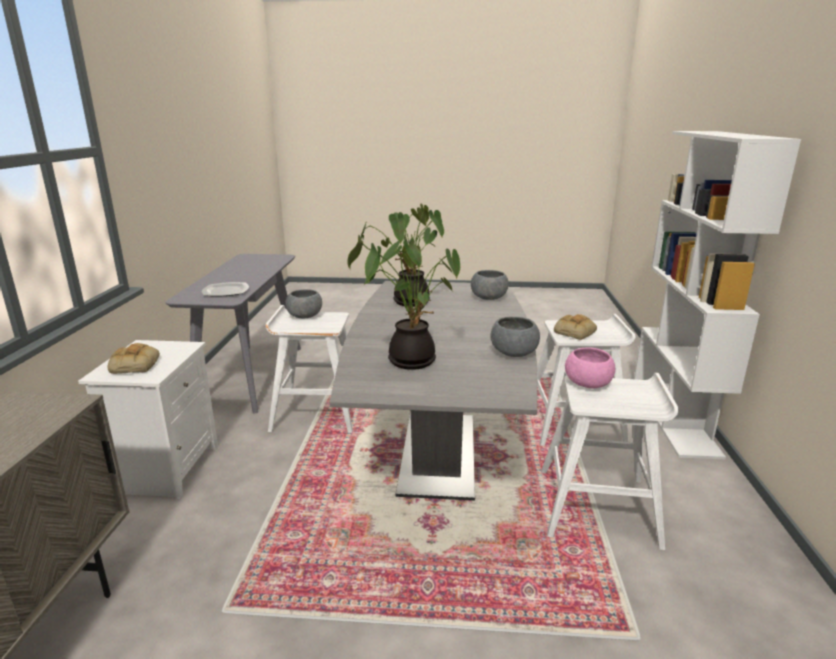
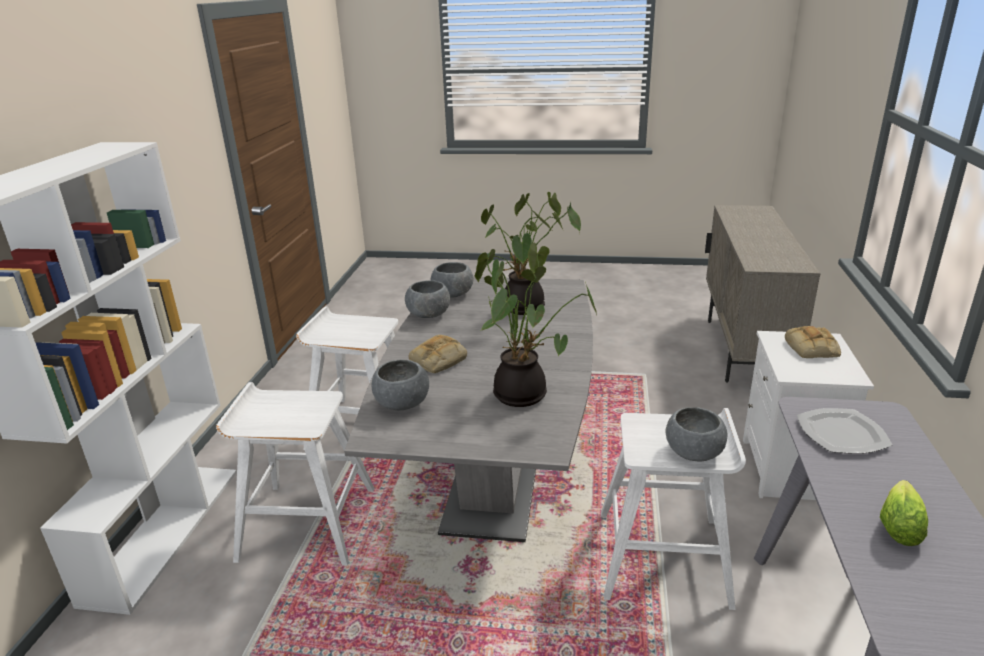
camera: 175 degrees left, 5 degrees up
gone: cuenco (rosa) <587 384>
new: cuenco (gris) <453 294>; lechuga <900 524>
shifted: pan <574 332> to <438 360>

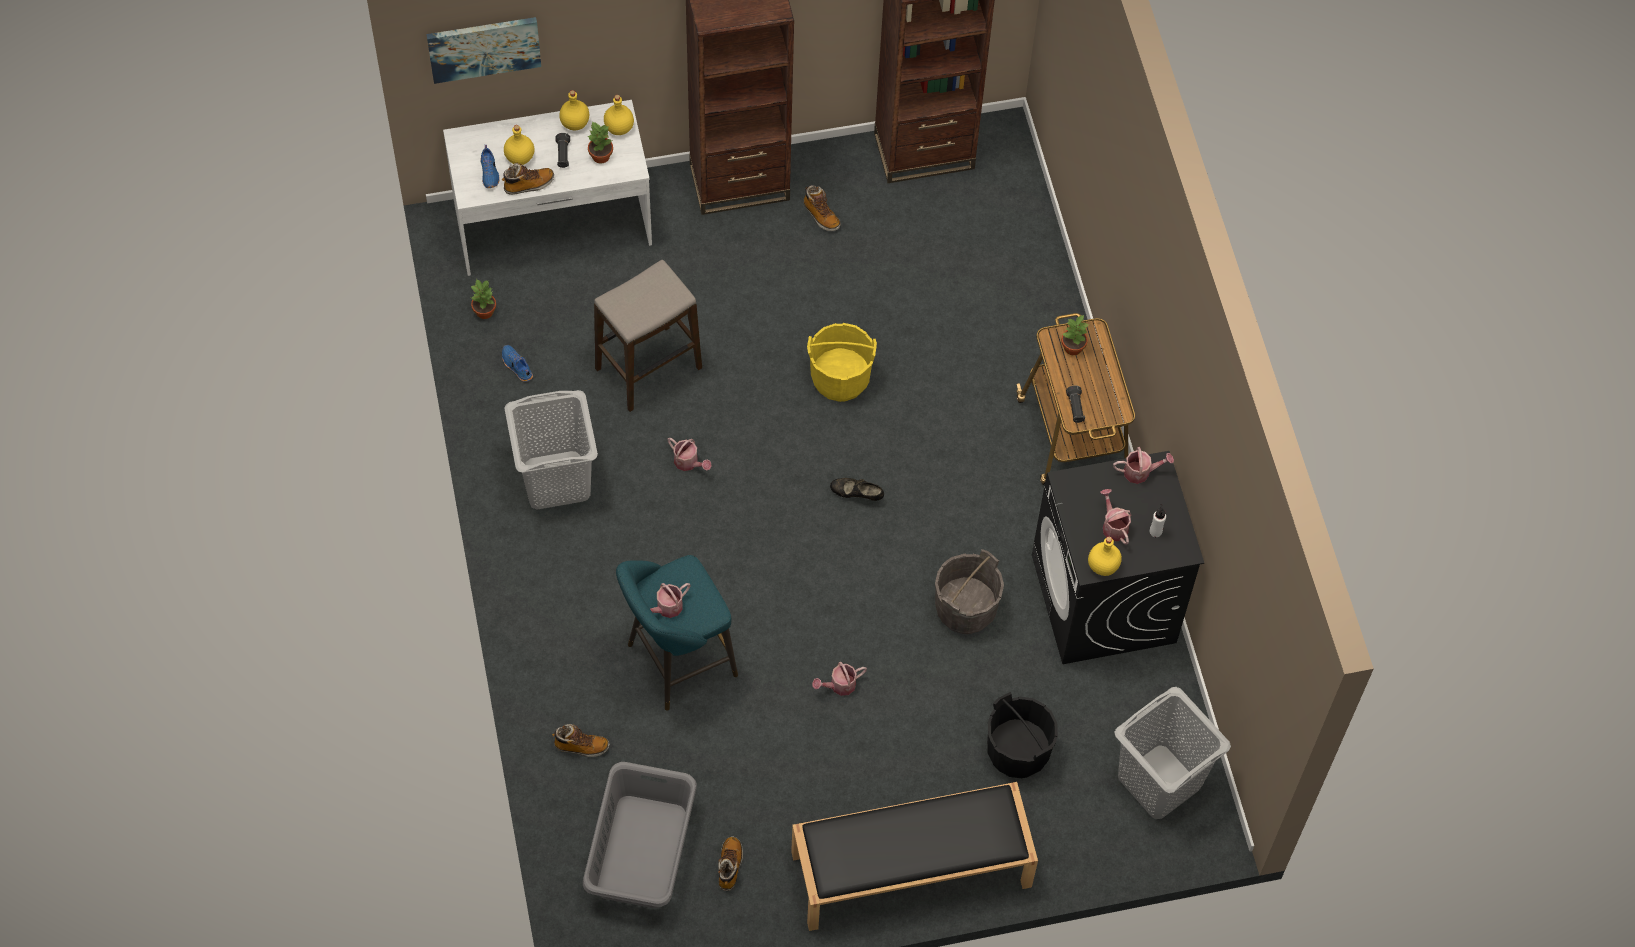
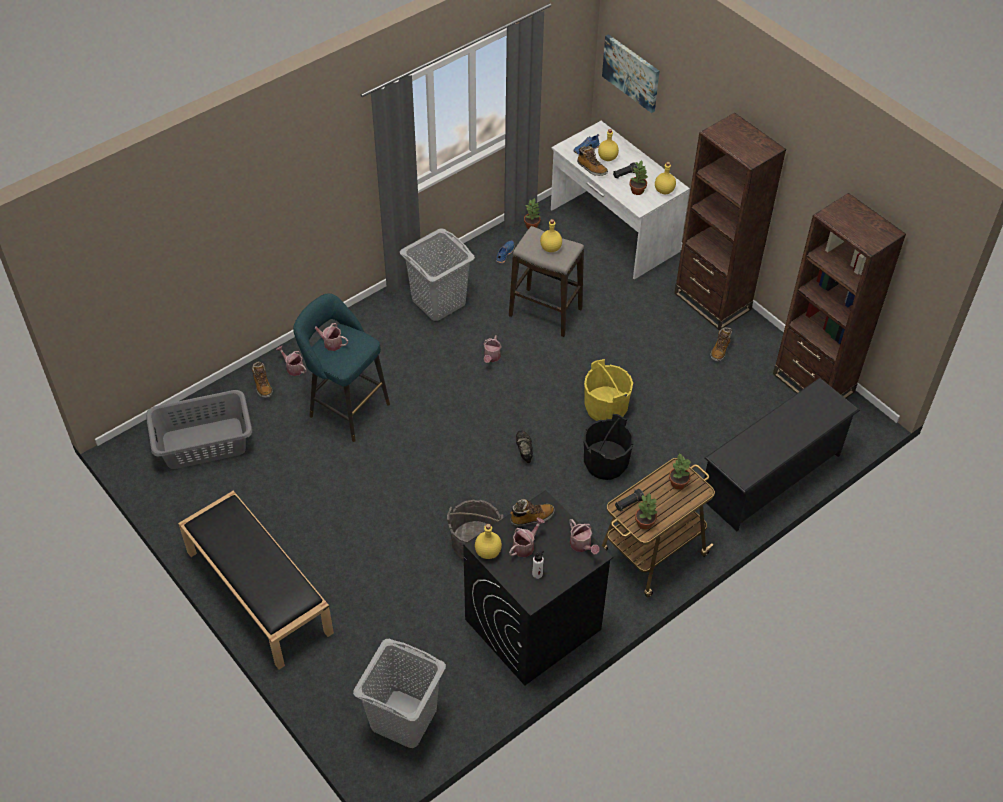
camera: 65 degrees right, 10 degrees down
new: zapatero (negro) <771 477>; planta en maceta <645 523>
shifted: botella (amarillo) <574 123> to <550 248>; regadera <839 686> to <293 368>; cubo (negro) <1018 751> to <605 463>; bota <730 866> to <532 518>

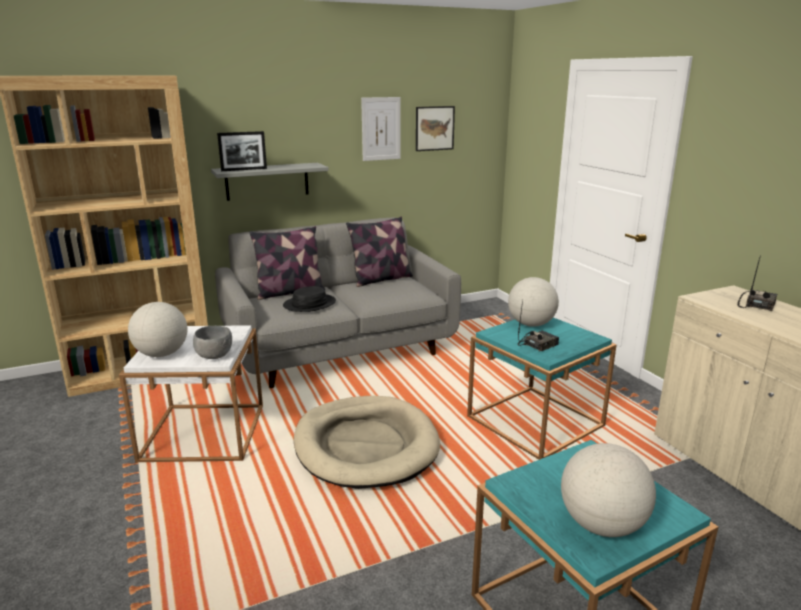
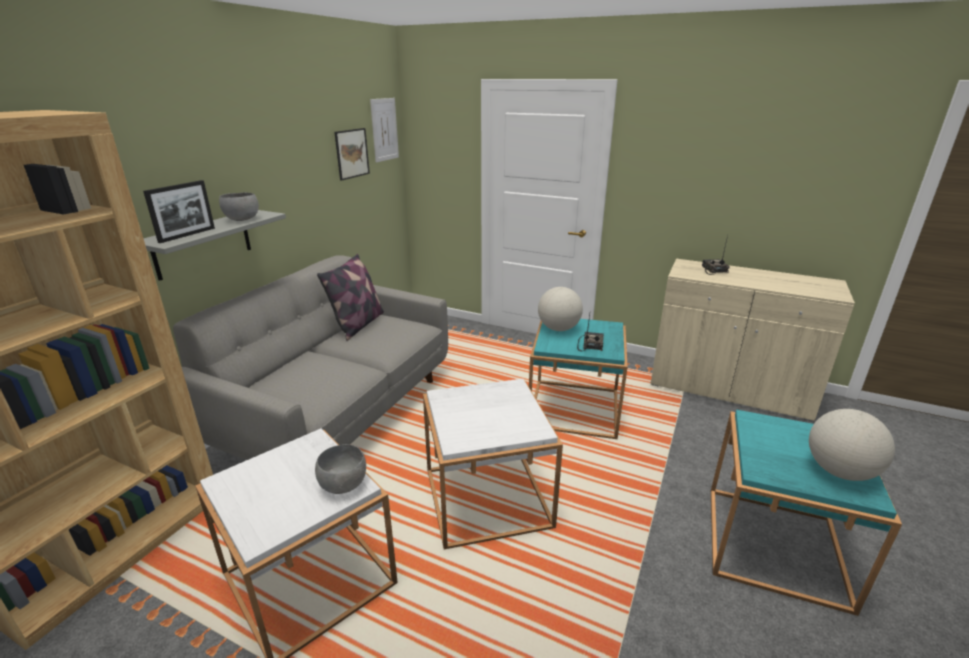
camera: 40 degrees left, 5 degrees up
gone: cojín <290 292>; sombrero (negro) <310 304>; globo terráqueo <162 354>
new: cuenco (gris) <241 220>
shifted: cuadro <381 129> to <384 129>
swapped: cama para perro (beis) <365 445> to mesa auxiliar (blanco) <487 497>

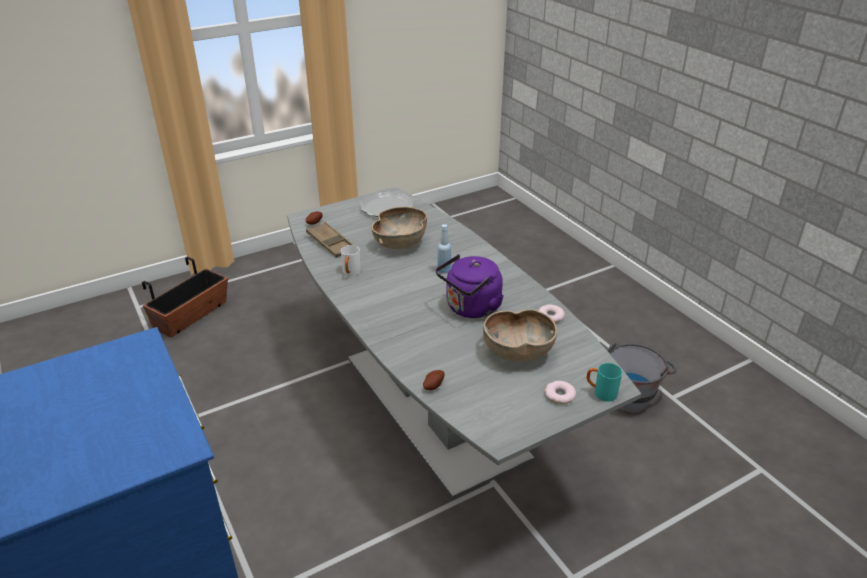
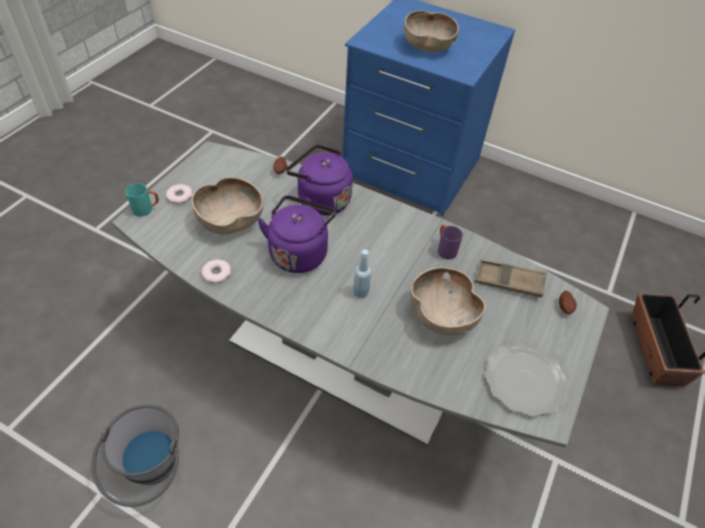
camera: 145 degrees right, 15 degrees up
new: cuenco (marrón) <428 46>; hervidor (morado) <320 200>
repainted: taza grande (blanco) <350 273> to taza grande (morado) <445 249>

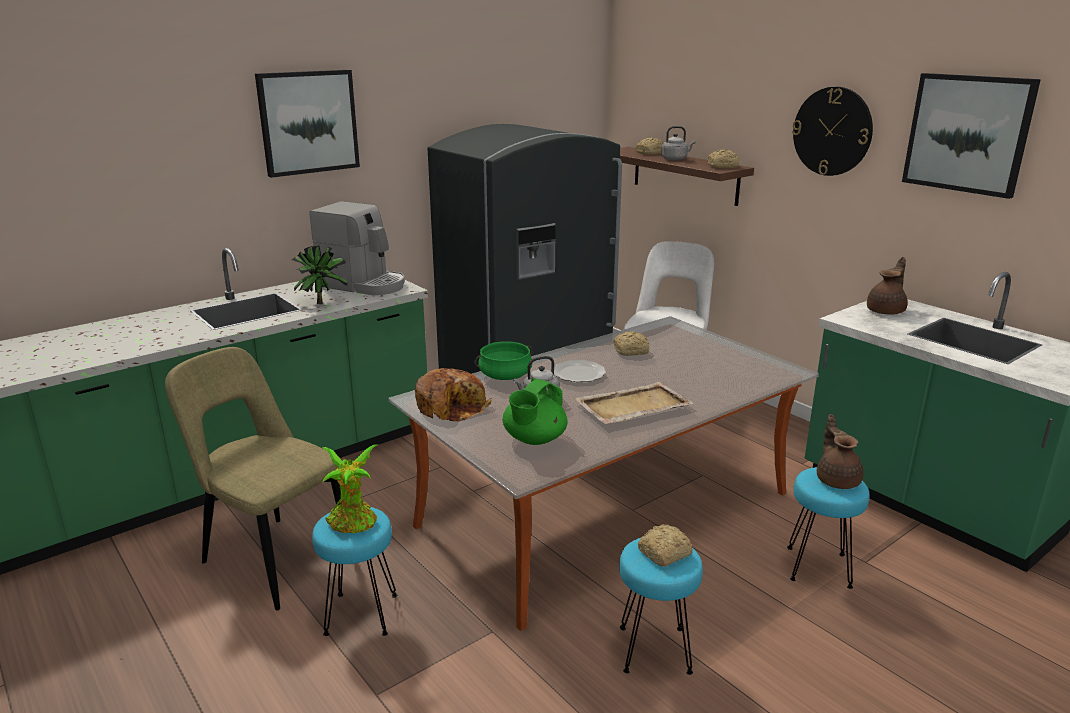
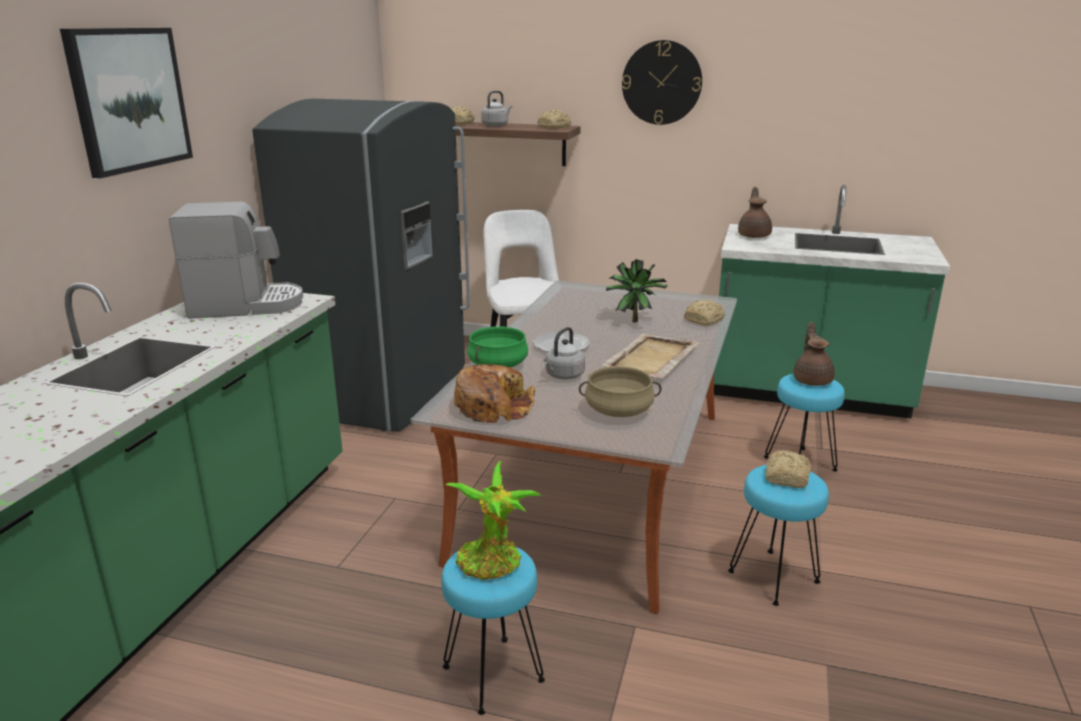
camera: 35 degrees left, 0 degrees up
gone: cuadro <968 133>; silla (beis) <273 558>
shifted: planta en maceta <322 302> to <633 320>; pan <632 351> to <704 320>
swapped: tetera (verde) <534 439> to olla (beis) <618 411>
rotated: tetera (marrón) <837 479> = <812 380> 45 degrees clockwise

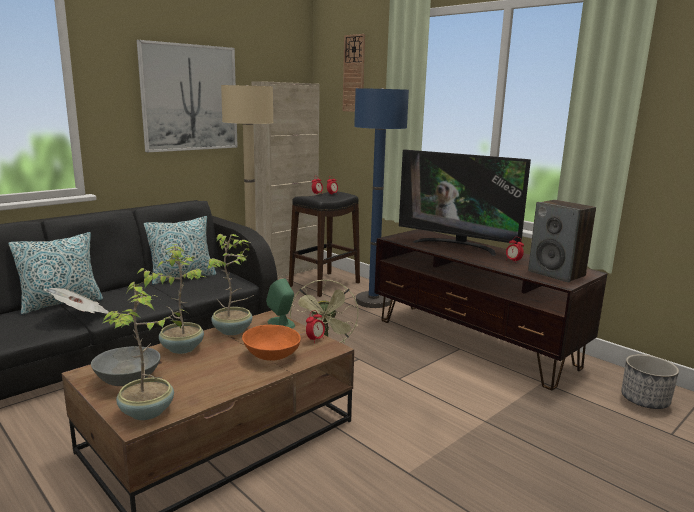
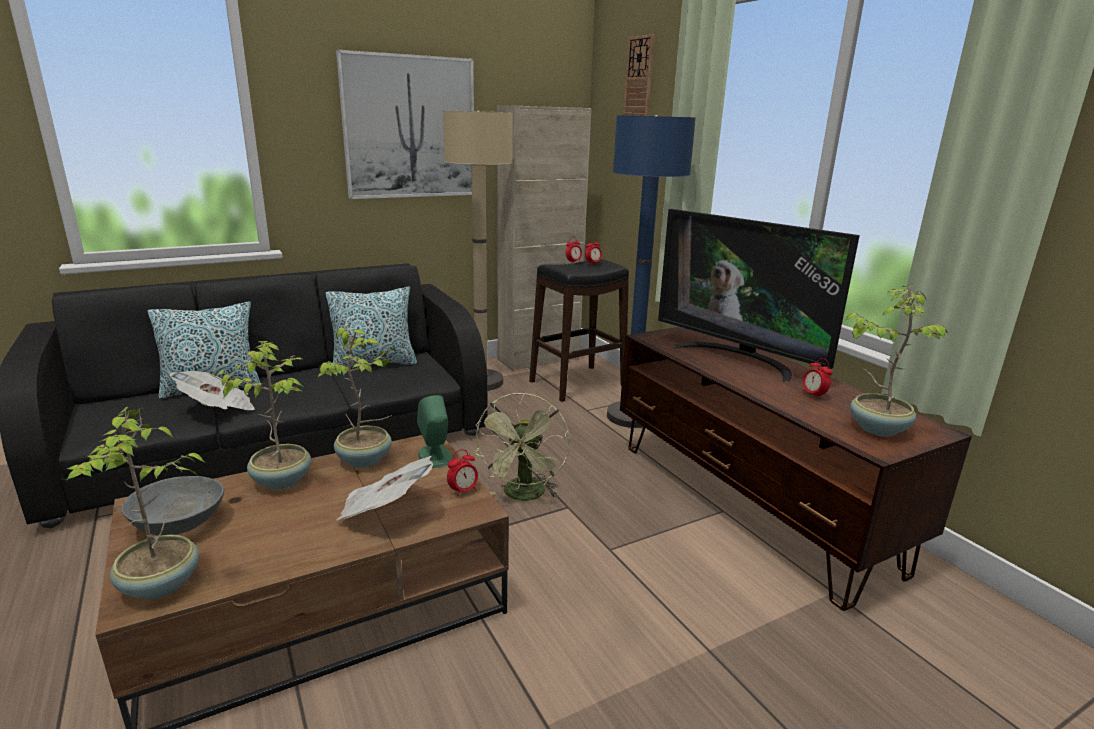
camera: 15 degrees right, 5 degrees up
gone: maceta <645 400>
swapped: altavoz <557 273> to planta en maceta <877 428>; cuenco (naranja) <271 355> to periódico <385 510>

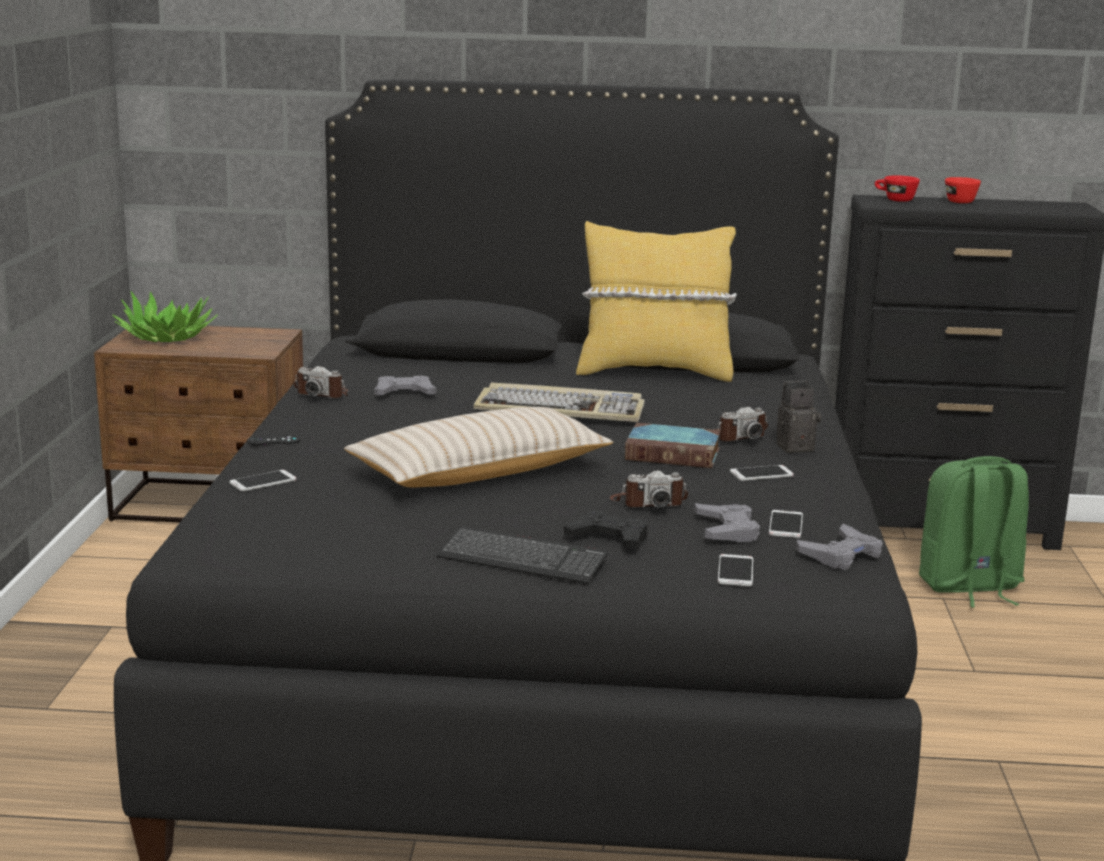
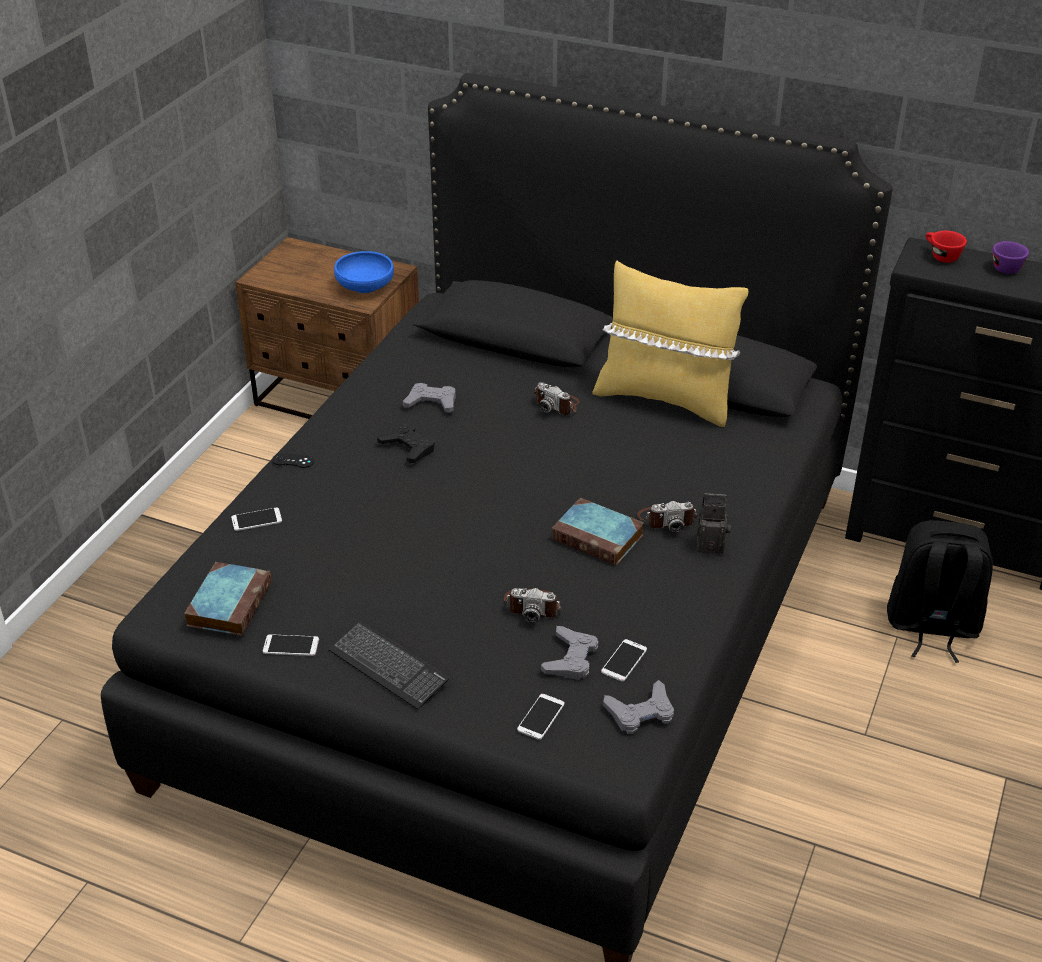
camera: 20 degrees right, 20 degrees up
gone: planta en maceta <166 337>; teclado <561 410>; cojín (beis) <479 473>
new: cuenco (azul) <365 286>; libro <229 602>
shifted: cámara <323 394> to <557 404>; móvil <761 474> to <291 646>; mando de consola (negro) <608 538> to <408 448>
repainted: taza (rojo) <957 201> to taza (morado) <1004 266>; mochila (verde) <969 587> to mochila (negro) <931 627>

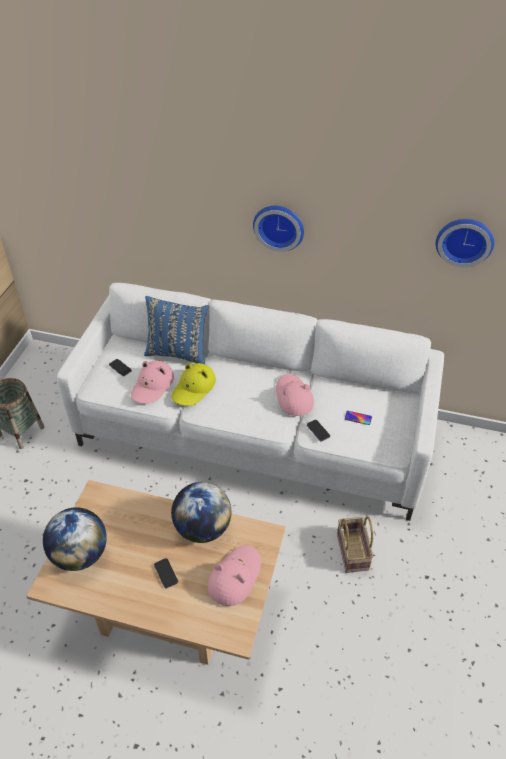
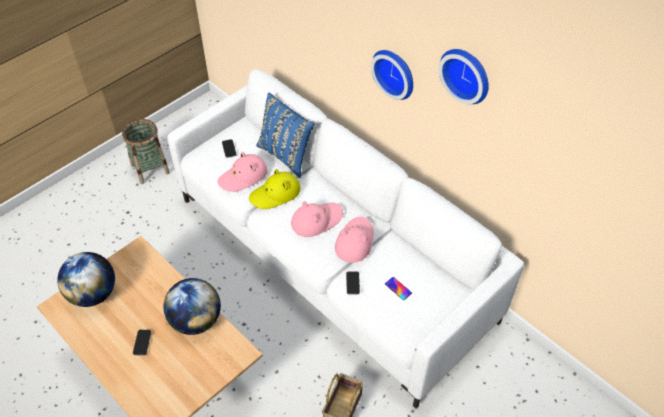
camera: 30 degrees right, 5 degrees up
shifted: reloj de pared <464 240> to <467 74>; sombrero (rosa) <234 577> to <316 220>

